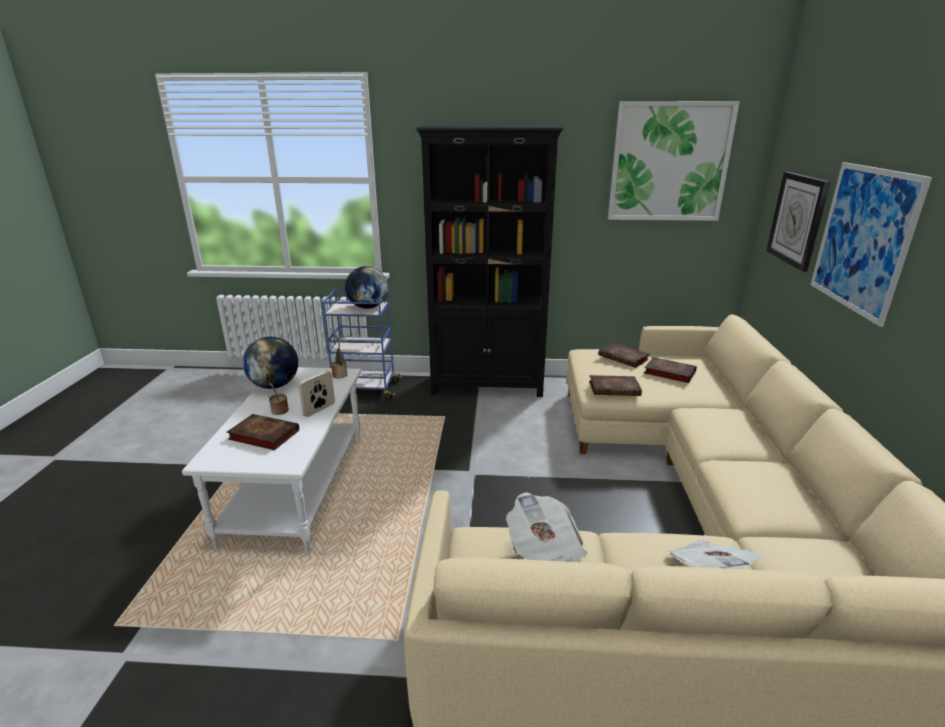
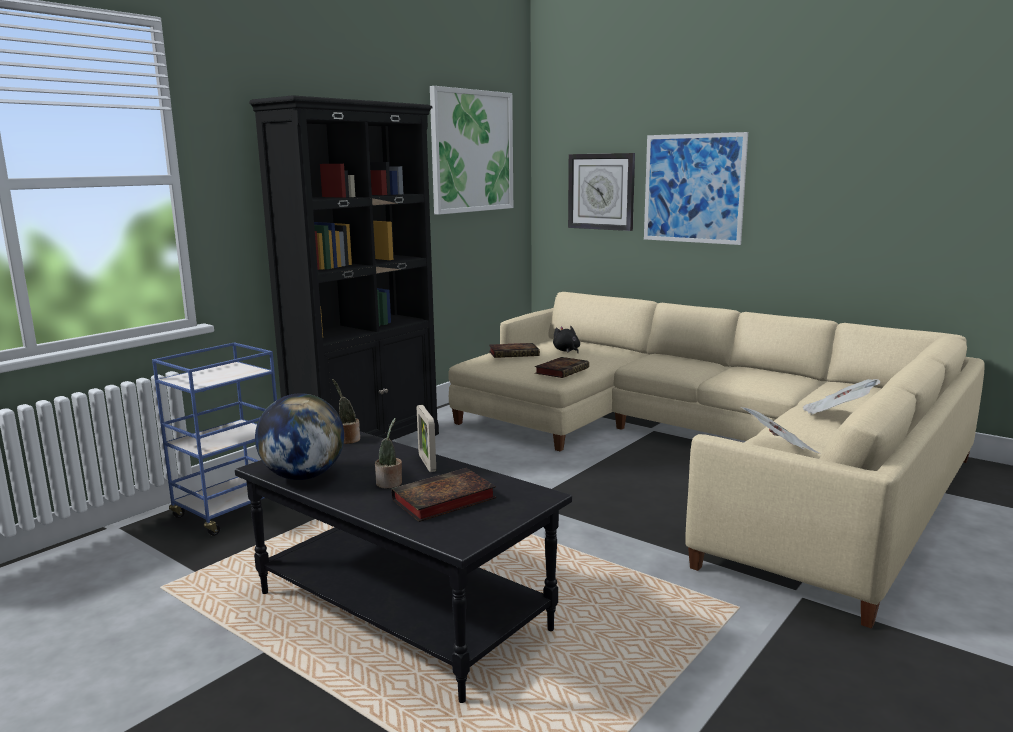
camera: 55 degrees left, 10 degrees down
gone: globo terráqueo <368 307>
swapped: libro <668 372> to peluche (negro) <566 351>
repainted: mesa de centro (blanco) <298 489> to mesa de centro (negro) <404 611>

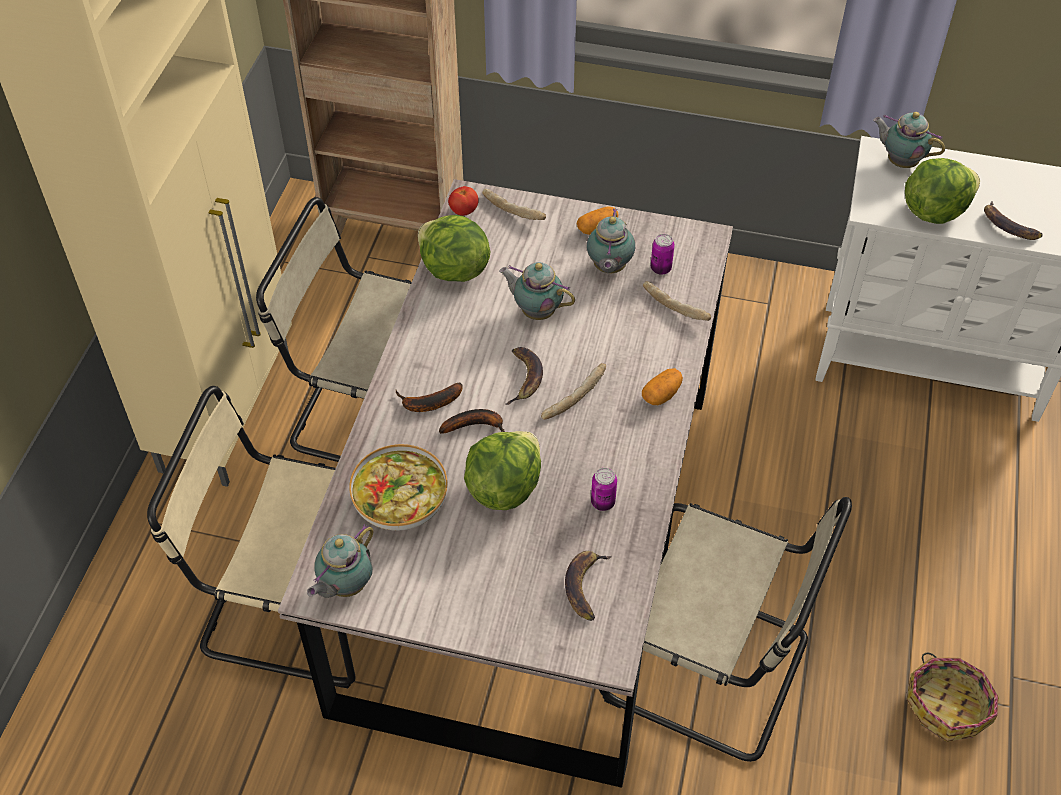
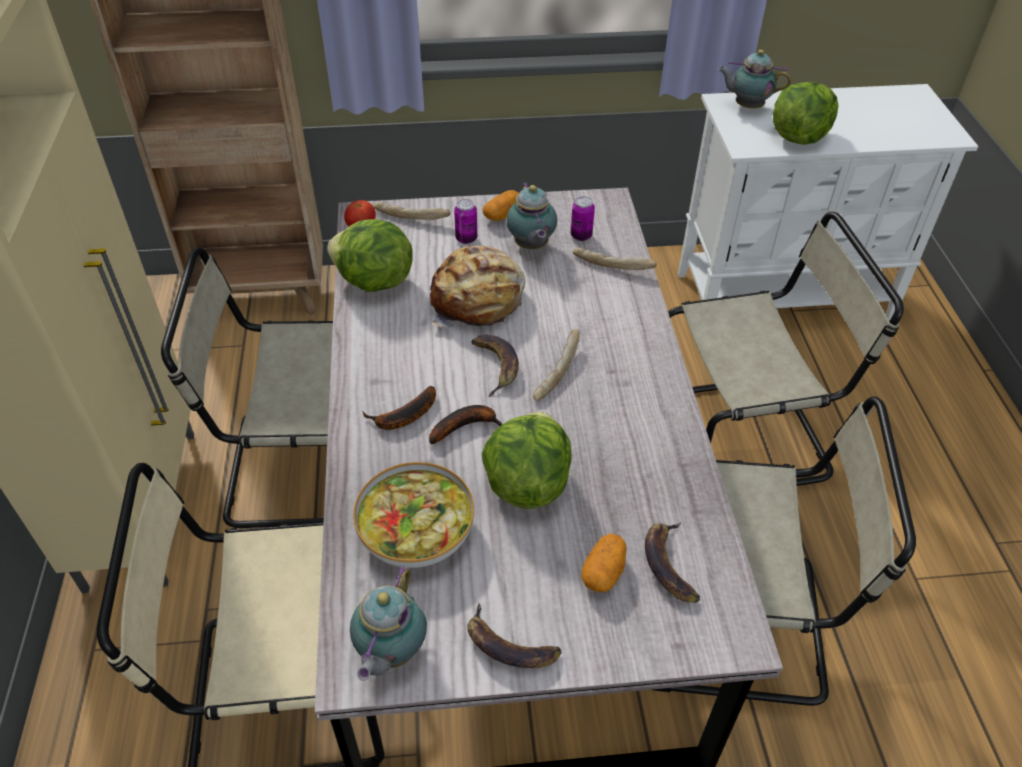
camera: 20 degrees left, 5 degrees down
gone: cesta <947 705>
new: silla (beis) <745 435>
shifted: plátano <1007 226> to <508 646>; patata <661 394> to <603 572>; lata <603 502> to <466 238>
swapped: tetera <536 311> to pan <477 300>

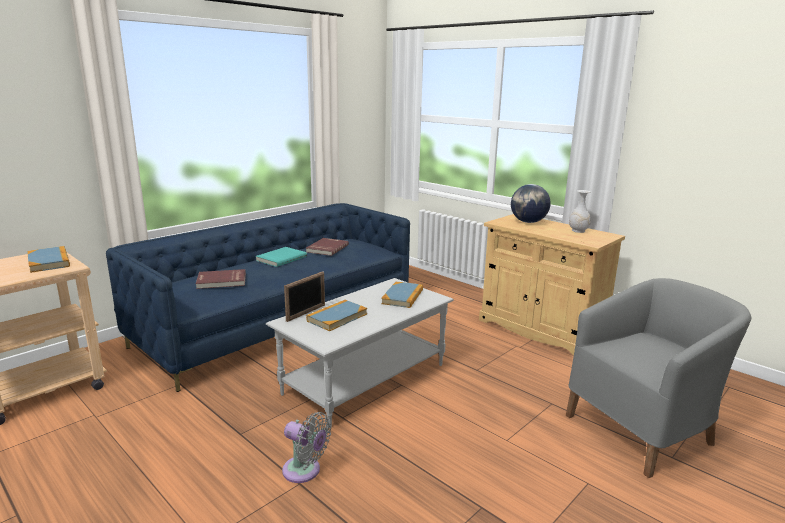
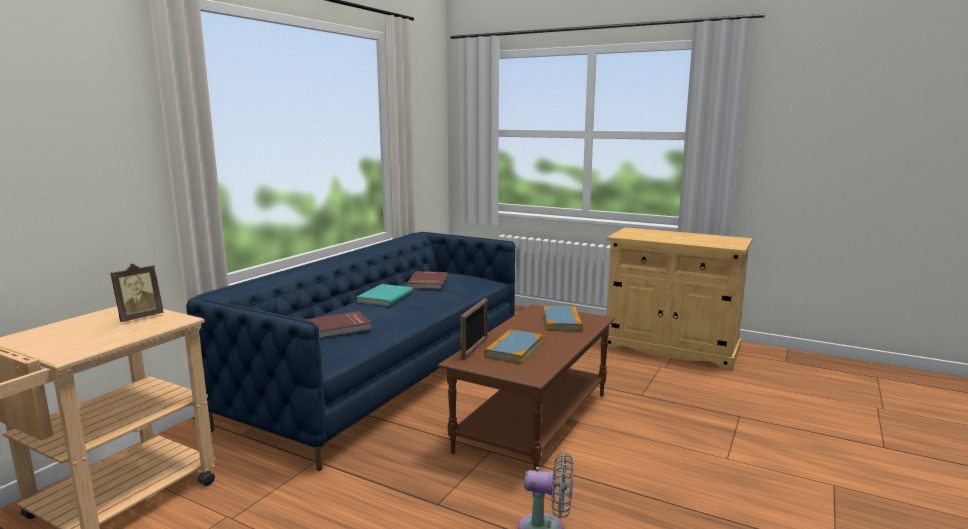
camera: 15 degrees left, 5 degrees down
gone: globo terráqueo <528 222>; florero (blanco) <578 231>; sillón (gris) <642 430>
swapped: libro <49 262> to portarretratos <139 317>
repainted: mesa de centro (gris) <365 378> to mesa de centro (marrón) <533 421>

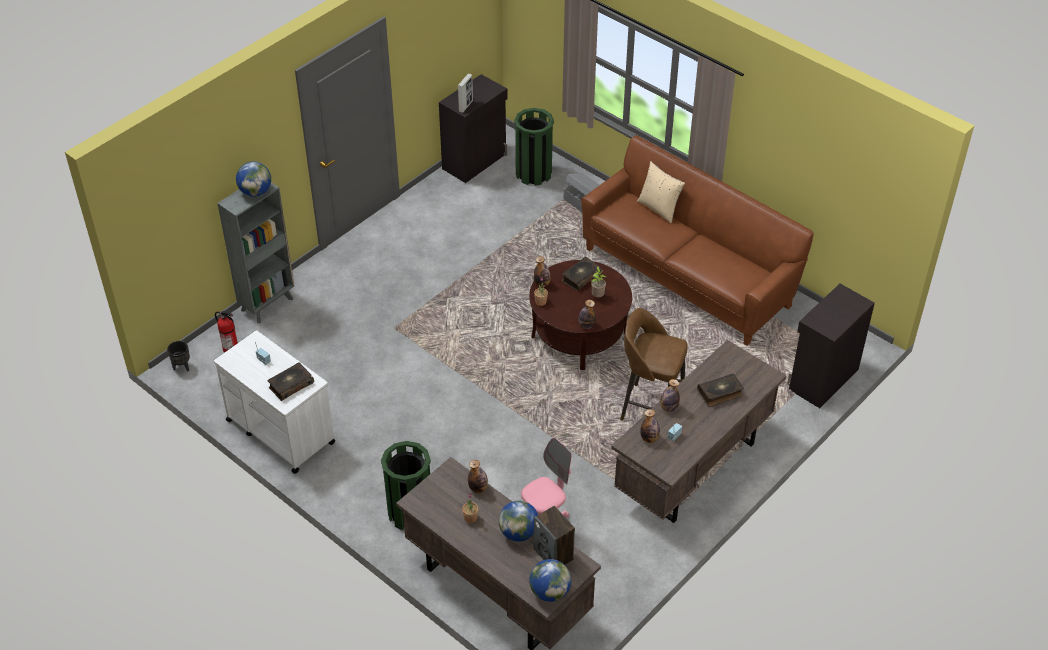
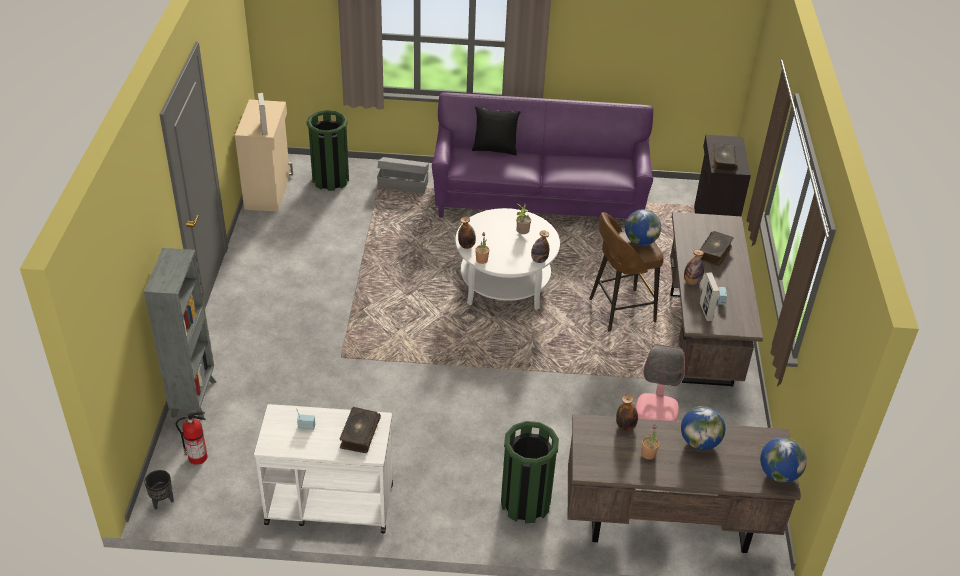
camera: 40 degrees left, 5 degrees down
gone: altavoz <554 554>
shifted: globo terráqueo <255 192> to <640 241>; libro <581 277> to <723 161>
swapped: botella <649 438> to portarretratos <706 312>
repainted: armario (negro) <475 161> to armario (beis) <268 191>; sofá (marrón) <687 277> to sofá (morado) <538 202>; cojín (beis) <659 208> to cojín (negro) <495 149>; mesa de centro (marrón) <579 335> to mesa de centro (blanco) <505 284>

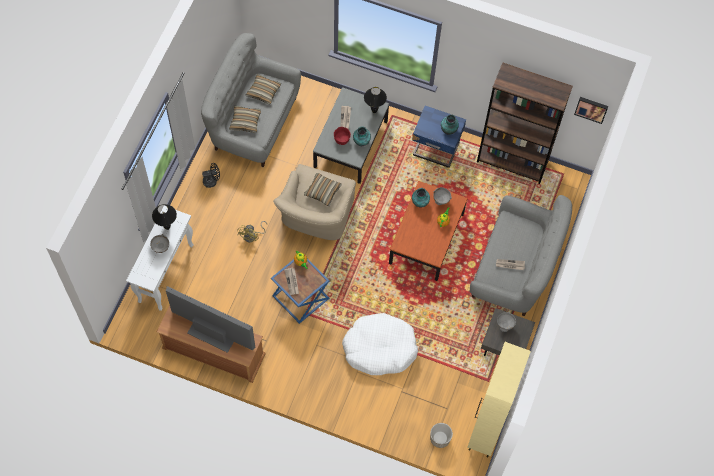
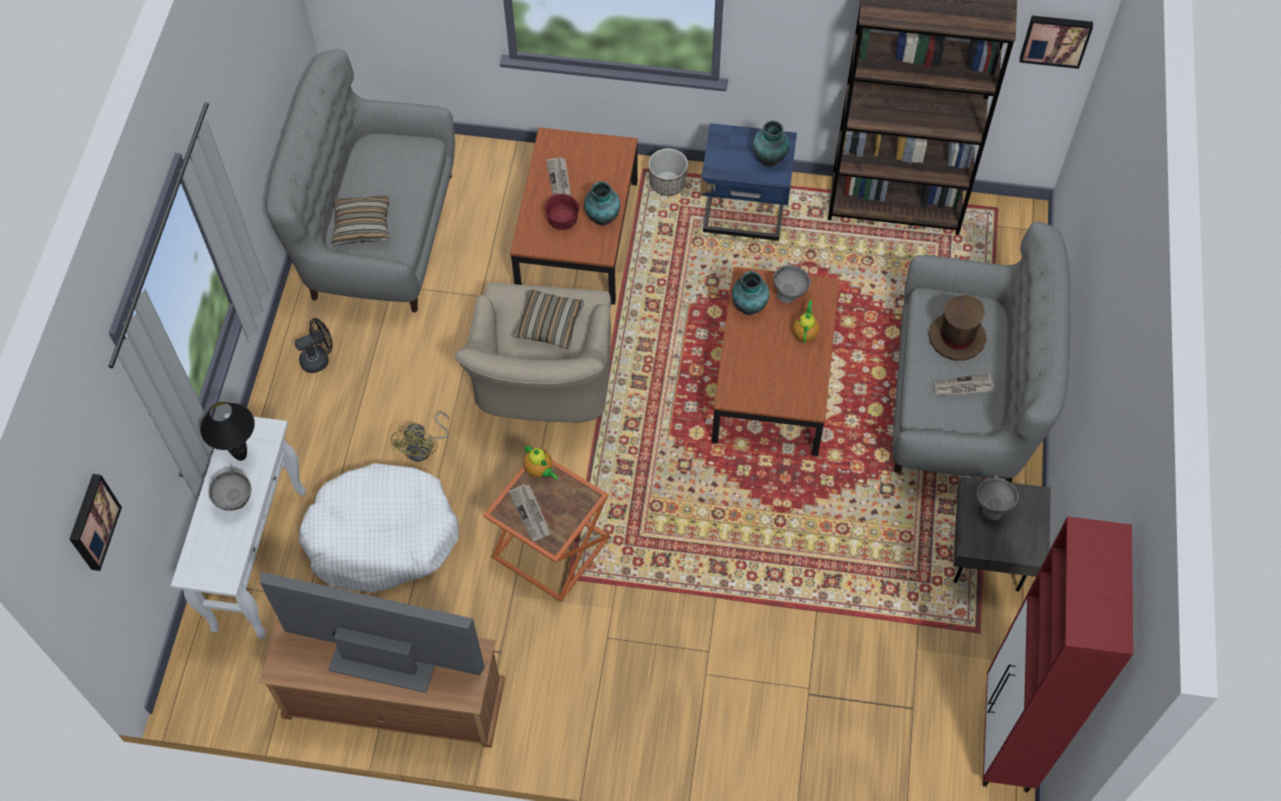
camera: 10 degrees left, 5 degrees down
gone: cojín <263 92>; lámpara de mesa (negro) <374 111>
new: sombrero (marrón) <956 337>; cuadro <92 522>
shifted: cama para perro (blanco) <379 348> to <382 537>; maceta <440 438> to <667 184>
repainted: mesa de centro (gris) <350 143> to mesa de centro (marrón) <577 235>; mesa auxiliar (azul) <299 297> to mesa auxiliar (naranja) <549 547>; armario (beis) <485 432> to armario (rojo) <1006 739>

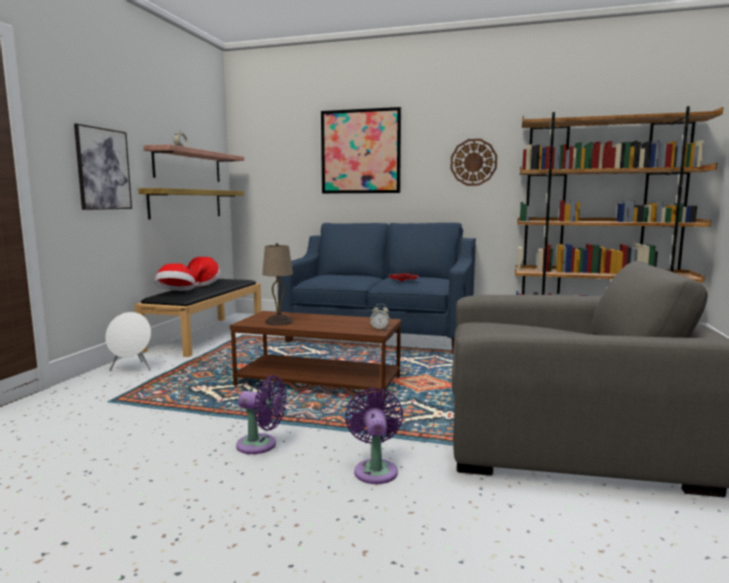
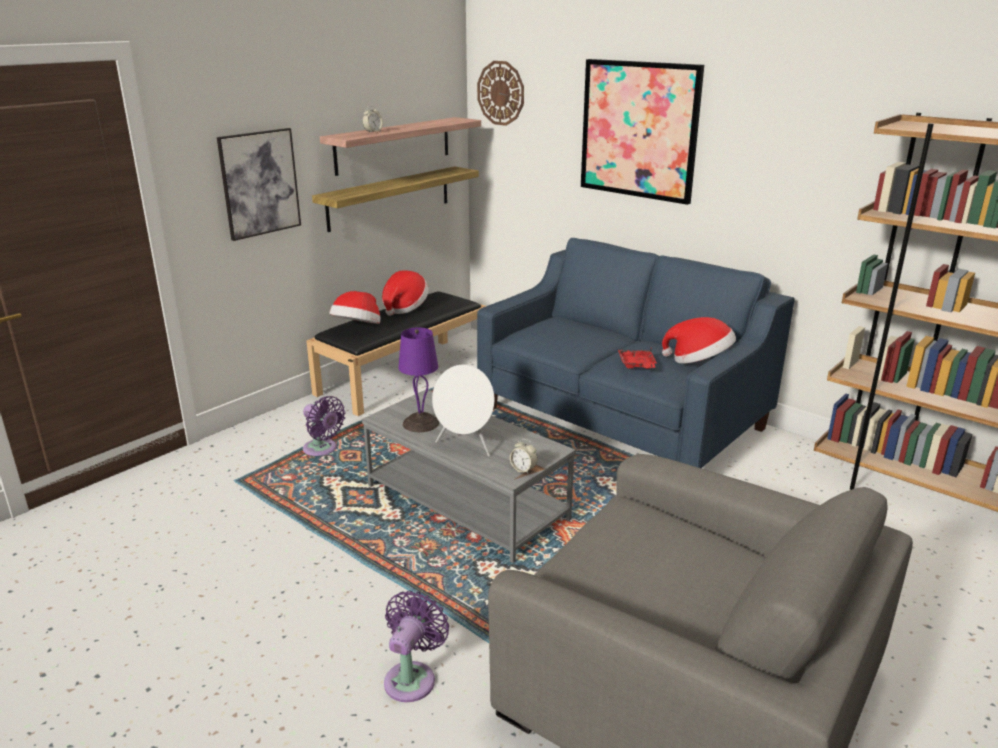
camera: 25 degrees right, 15 degrees up
new: sombrero <699 361>
shifted: reloj de pared <473 162> to <501 93>; altavoz (blanco) <132 369> to <465 446>; ventilador (morado) <260 445> to <322 450>
repainted: lámpara de mesa (beis) <279 322> to lámpara de mesa (morado) <420 423>; mesa de centro (marrón) <319 382> to mesa de centro (gris) <467 503>

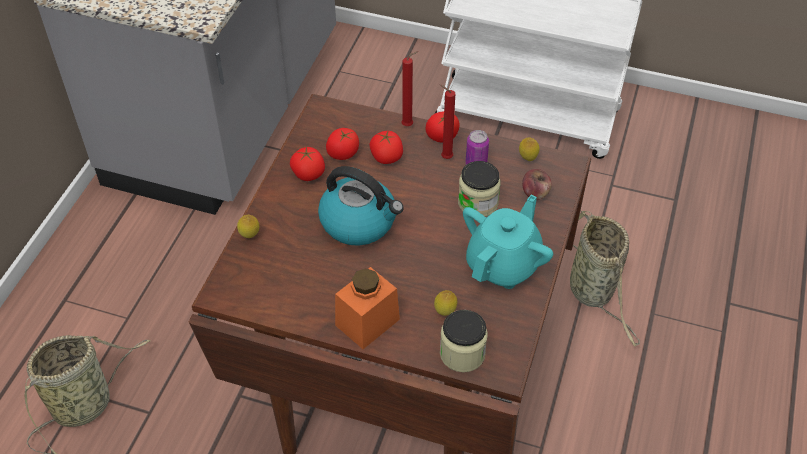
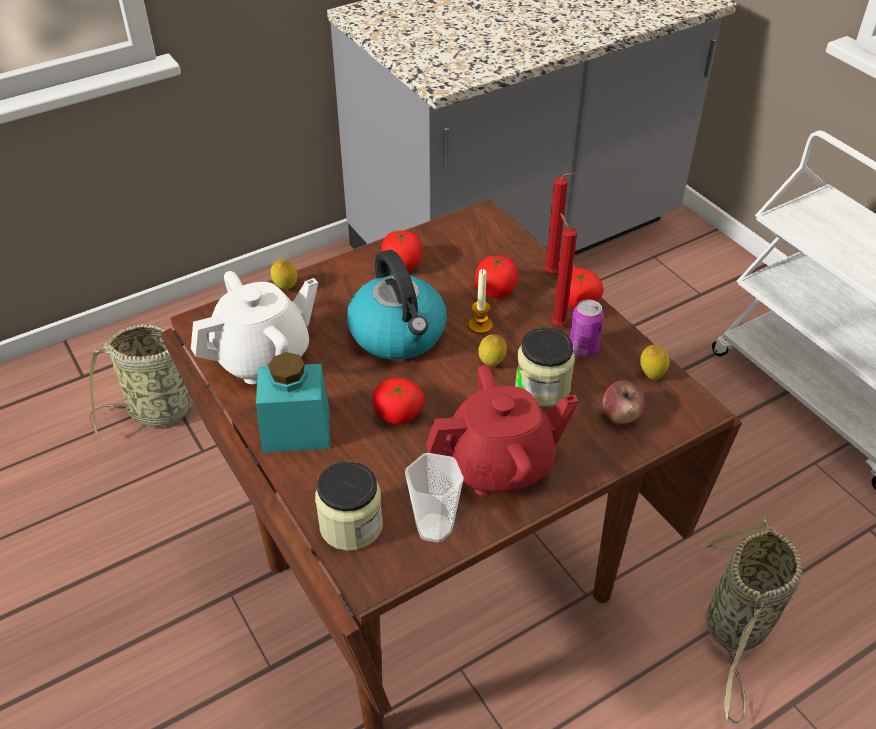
camera: 40 degrees right, 5 degrees down
new: vela <480 325>; tetera (blanco) <263 357>; taza <434 527>
shifted: tomate <343 153> to <397 415>; limón <445 312> to <491 364>
repainted: tetera (turquesa) <503 264> to tetera (rojo) <500 465>; tarro (naranja) <367 322> to tarro (turquesa) <296 430>

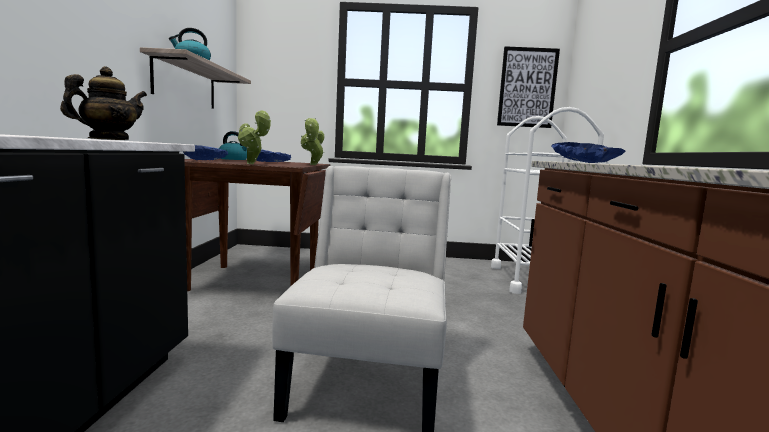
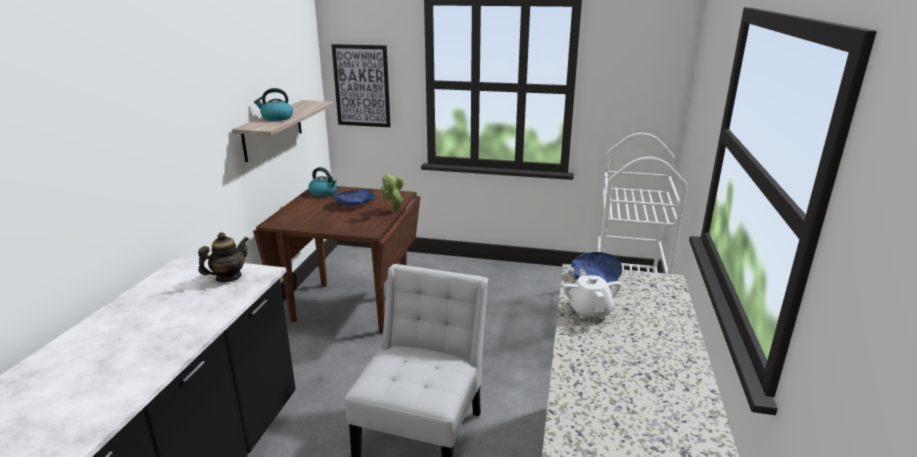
camera: 10 degrees right, 15 degrees up
gone: planta en maceta <252 164>; cuenco (azul) <205 160>
new: tetera (blanco) <589 311>
shifted: cuadro <527 88> to <362 86>

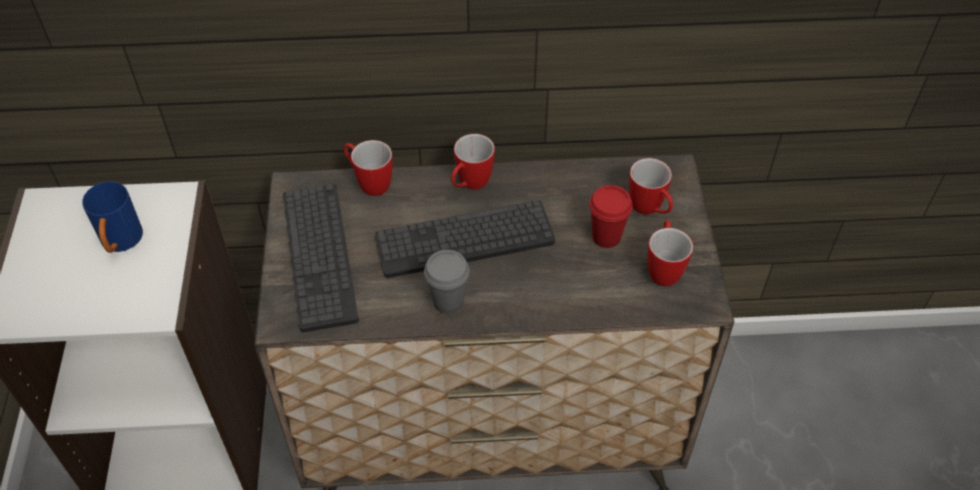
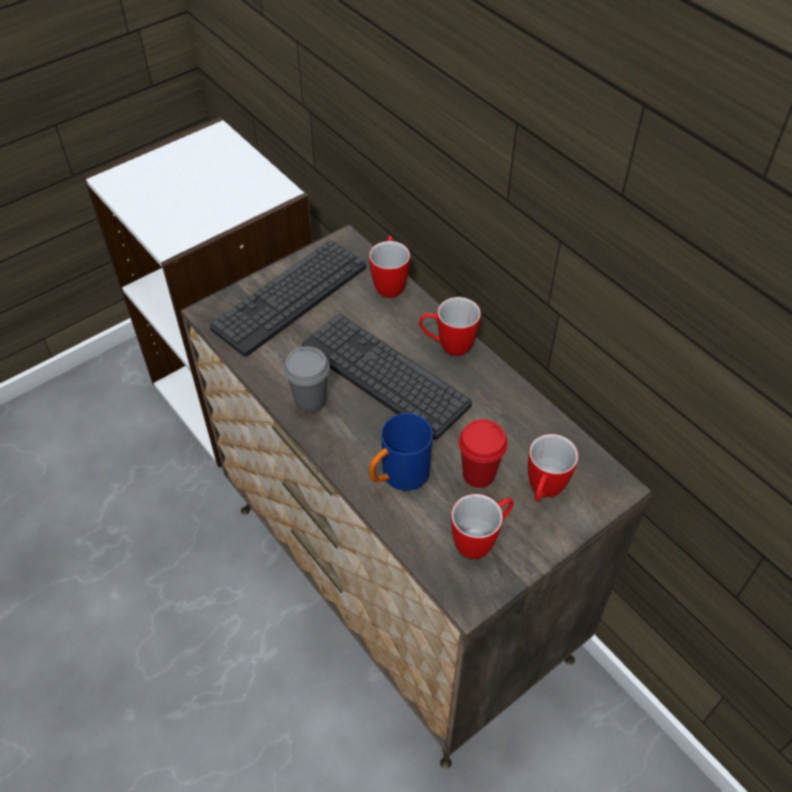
camera: 55 degrees right, 0 degrees up
shifted: taza grande (azul) <120 243> to <398 477>

